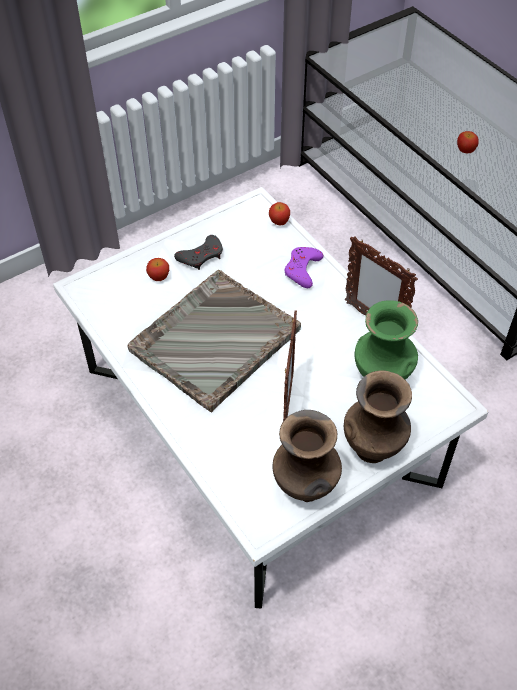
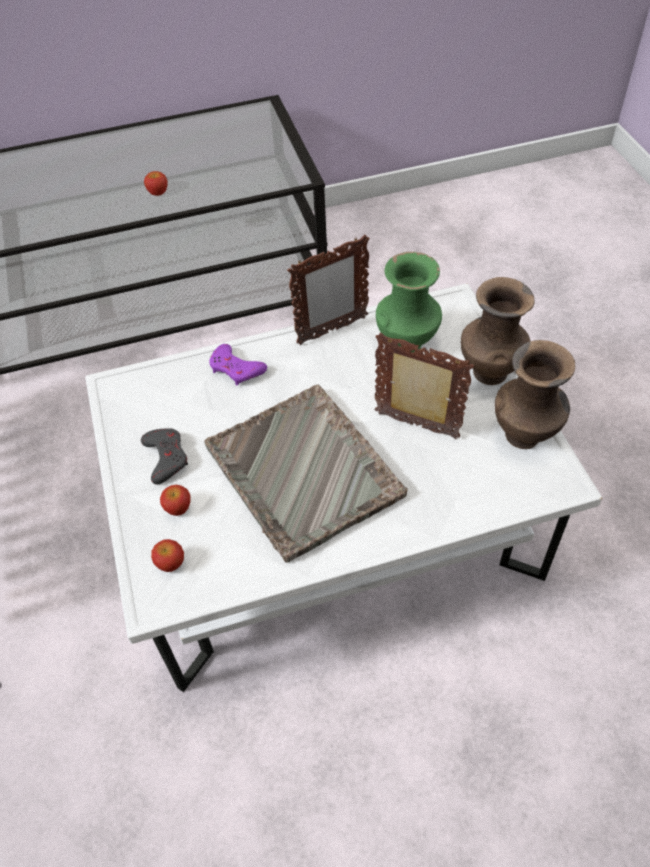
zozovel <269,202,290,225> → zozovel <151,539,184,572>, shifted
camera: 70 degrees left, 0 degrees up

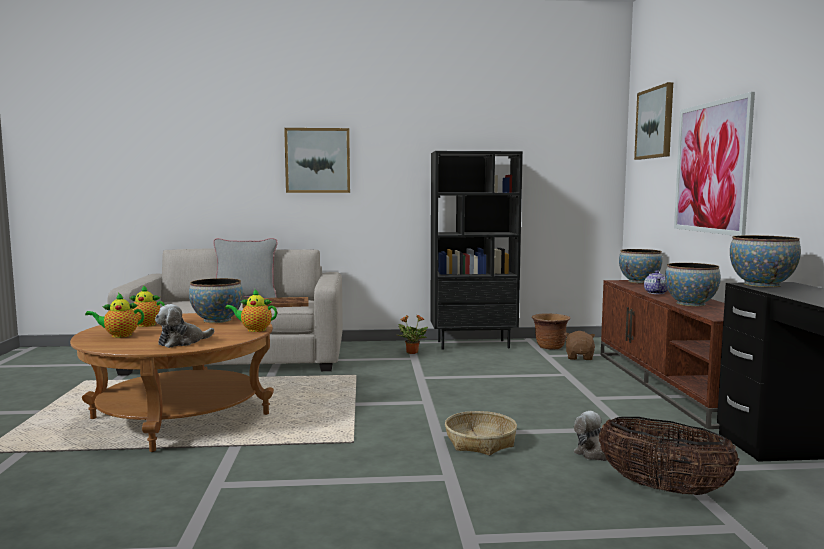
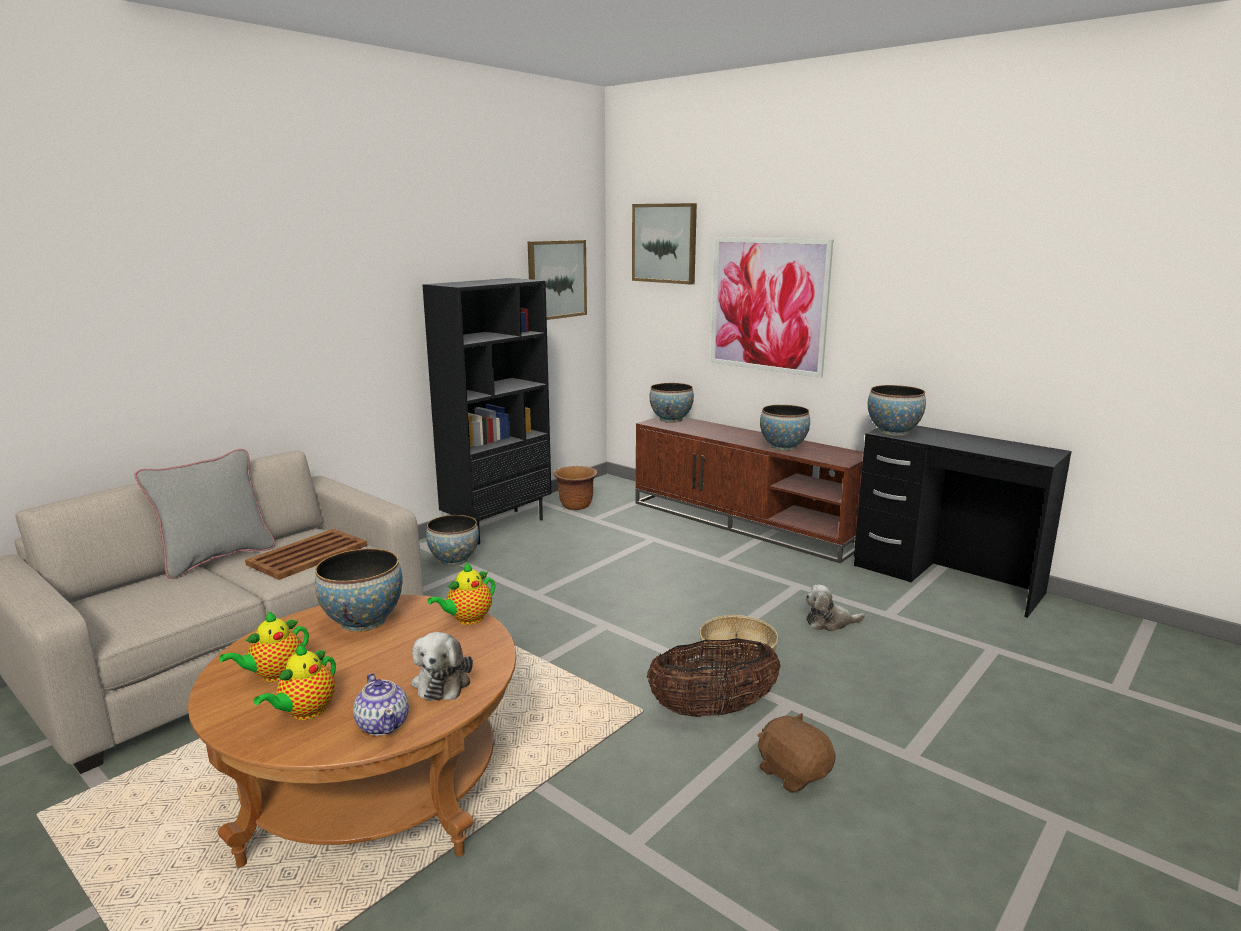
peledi <284,128,350,193> → peledi <528,240,587,320>, shifted
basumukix <397,314,428,354> → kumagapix <426,515,479,566>
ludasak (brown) <565,331,595,360> → ludasak (brown) <758,713,836,793>, shifted
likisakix <599,417,740,495> → likisakix <647,638,781,717>, shifted
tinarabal <644,270,668,294> → tinarabal <353,673,409,736>, shifted
camera: 45 degrees left, 10 degrees up

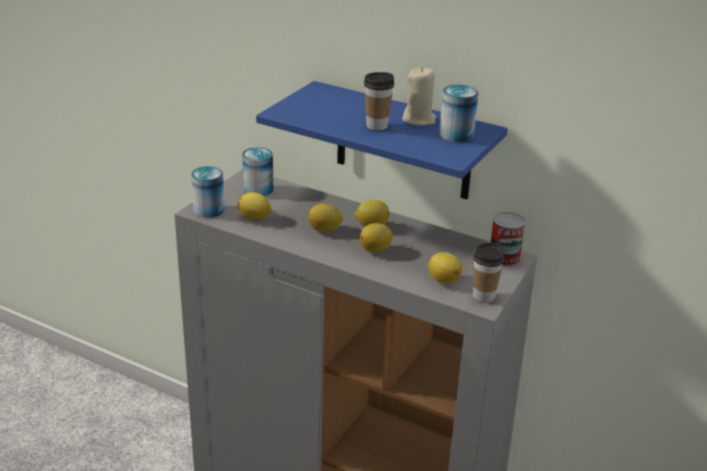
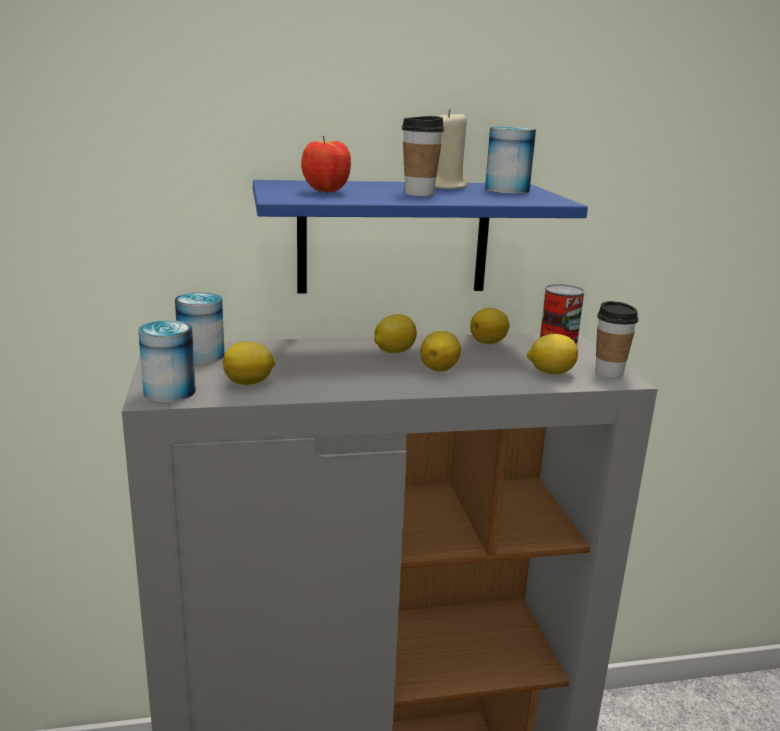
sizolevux <308,204,343,232> → sizolevux <470,308,509,344>, shifted
- → zozovel <301,136,351,193>
camera: 40 degrees left, 10 degrees down

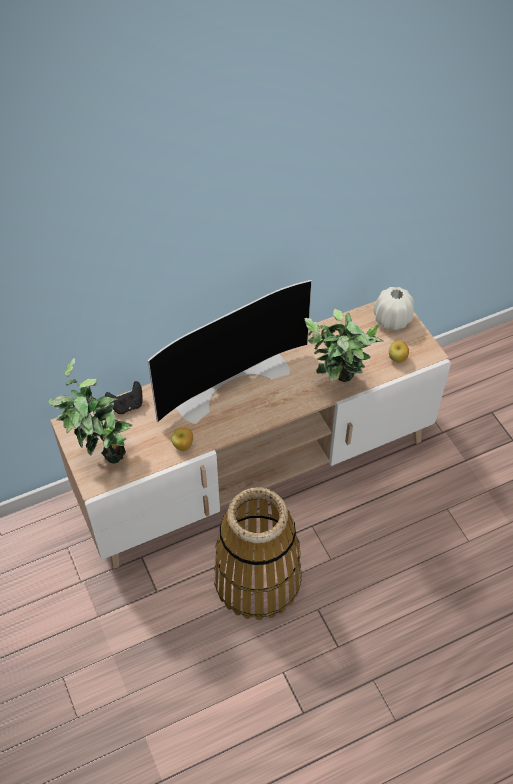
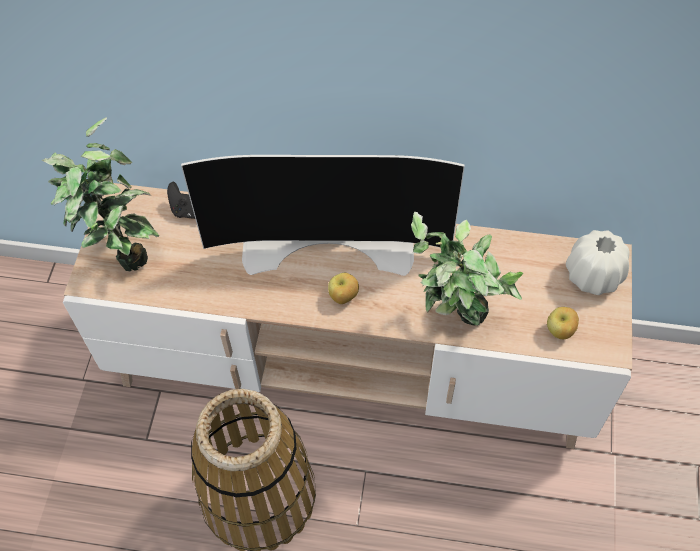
zozovel <171,428,193,451> → zozovel <328,273,359,304>, shifted
camera: 35 degrees right, 5 degrees up

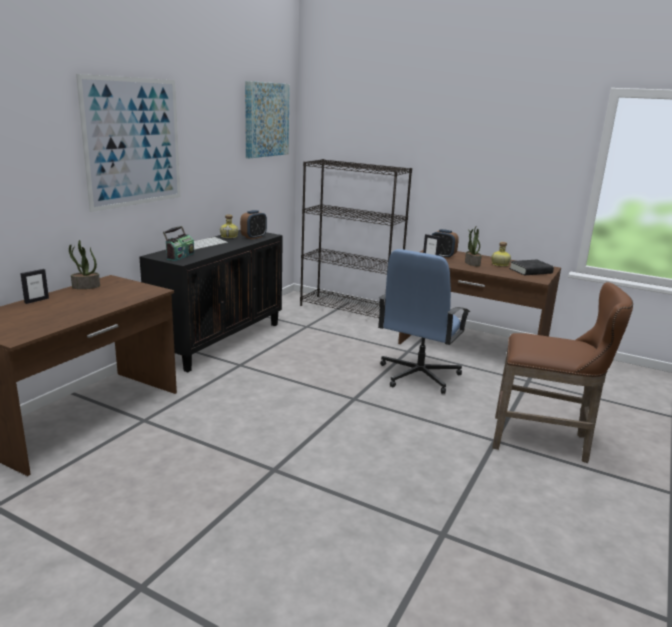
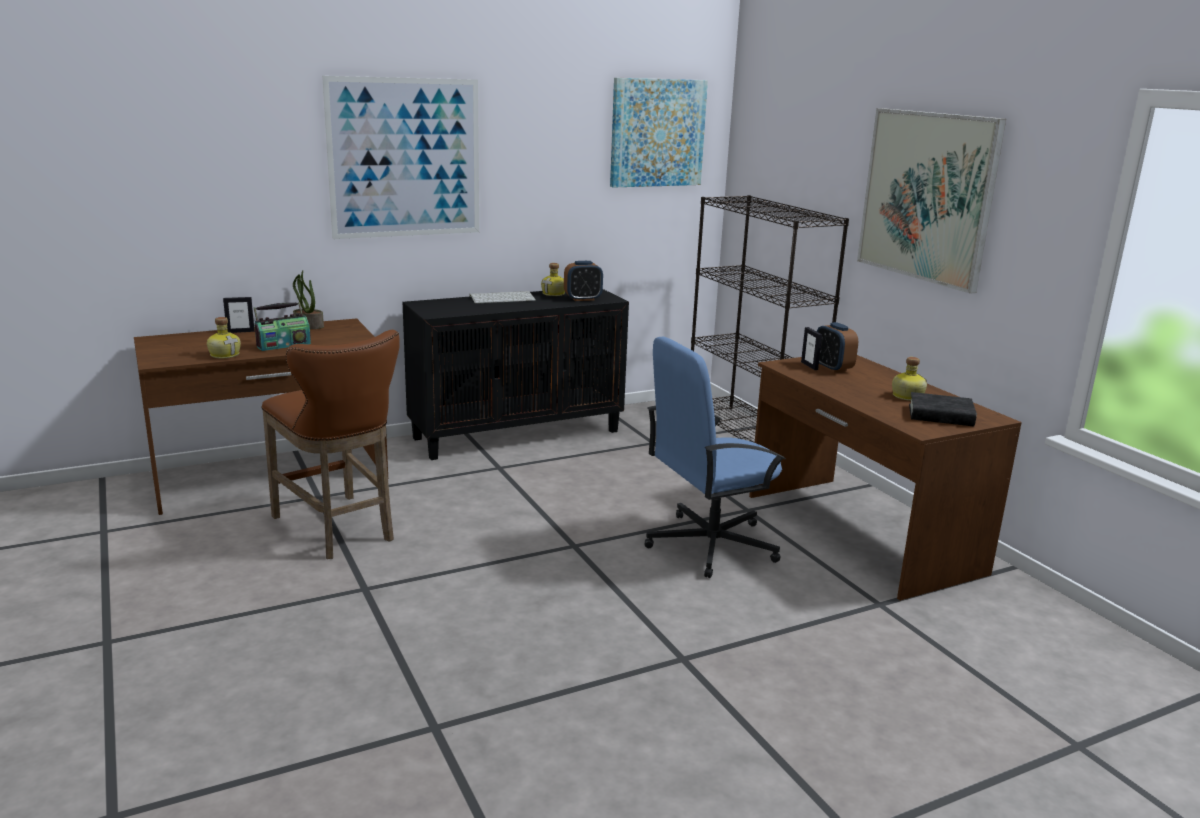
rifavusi <163,226,194,261> → rifavusi <254,302,311,351>, shifted
basumukix <465,227,482,266> → -
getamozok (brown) <492,282,633,463> → getamozok (brown) <261,330,400,559>, shifted
- → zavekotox <207,317,241,358>
- → peledi <857,108,1006,294>
camera: 35 degrees right, 0 degrees up

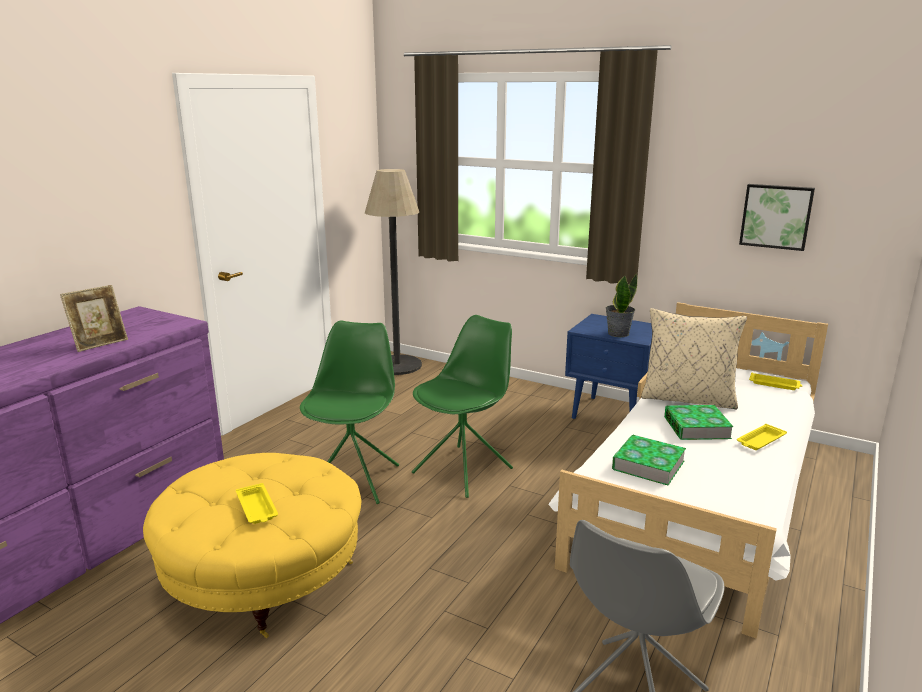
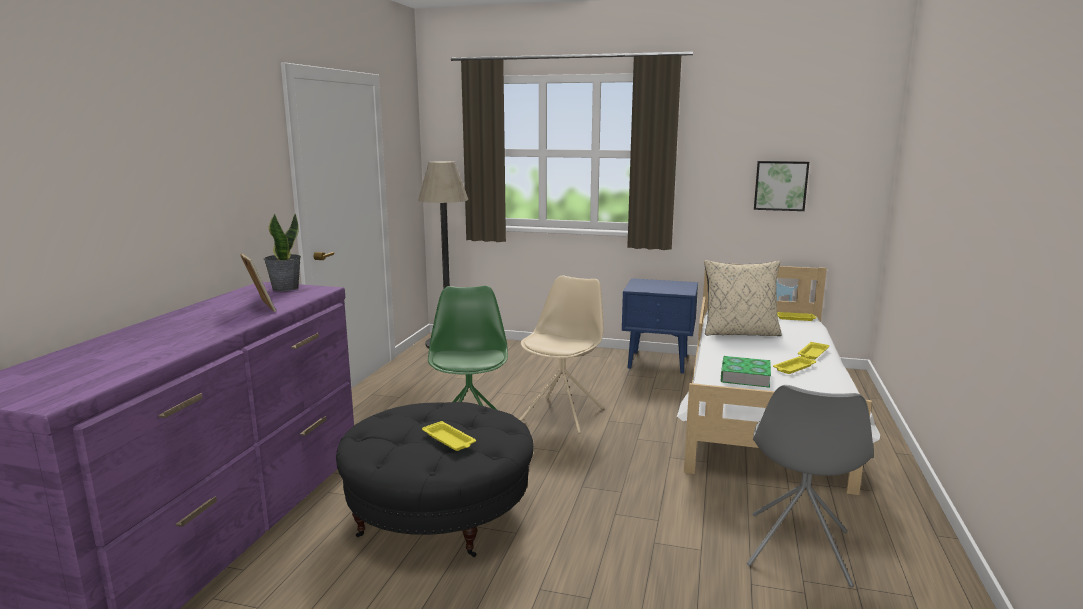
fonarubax <60,285,128,352> → fonarubax <240,253,276,312>, 60 degrees counterclockwise
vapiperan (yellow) <143,453,361,638> → vapiperan (black) <336,402,534,557>
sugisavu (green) <412,315,513,498> → sugisavu (beige) <519,275,604,434>
basumukix <606,274,637,337> → basumukix <263,213,301,291>, shifted
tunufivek <664,405,733,440> → -
- → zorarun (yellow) <773,356,816,374>
camera: 15 degrees left, 5 degrees down

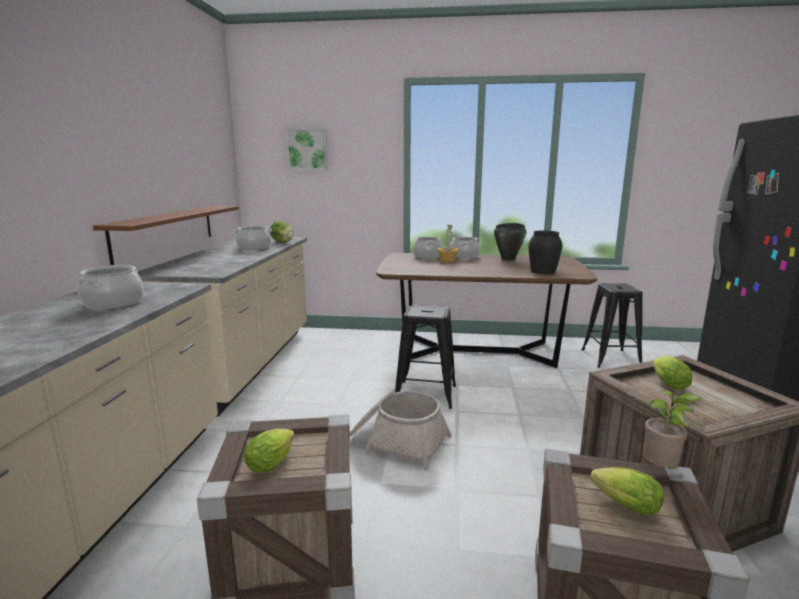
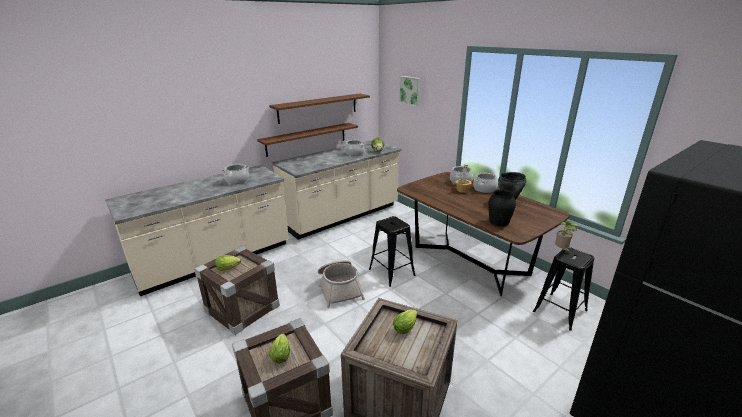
basumukix <643,390,701,469> → basumukix <555,220,578,252>, shifted
- → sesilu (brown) <269,93,370,124>
camera: 45 degrees right, 10 degrees up

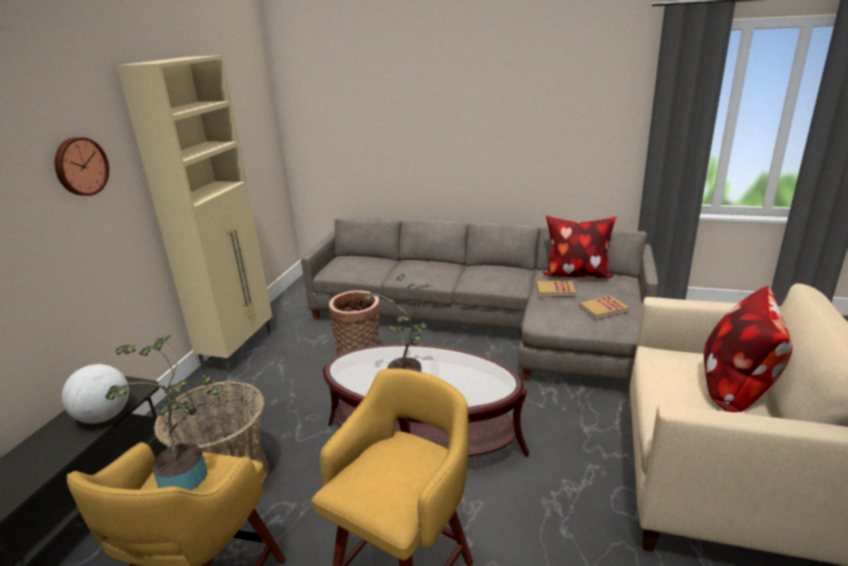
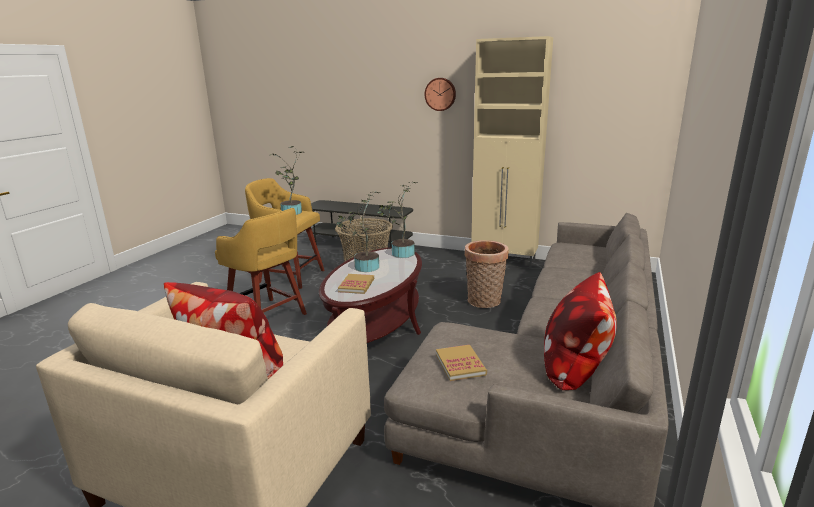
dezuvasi <62,364,129,423> → -
tunufivek <537,281,576,297> → tunufivek <338,274,374,294>, shifted
- → basumukix <377,182,417,258>
camera: 95 degrees right, 5 degrees down

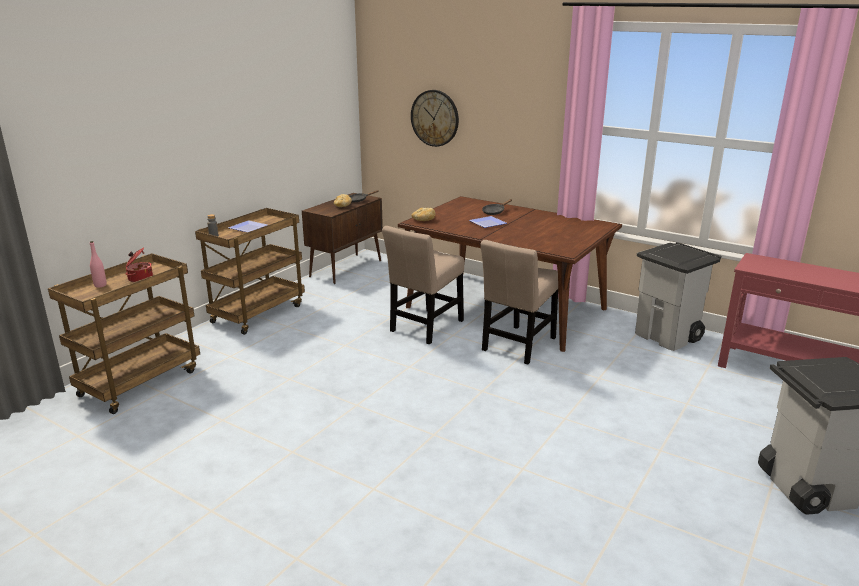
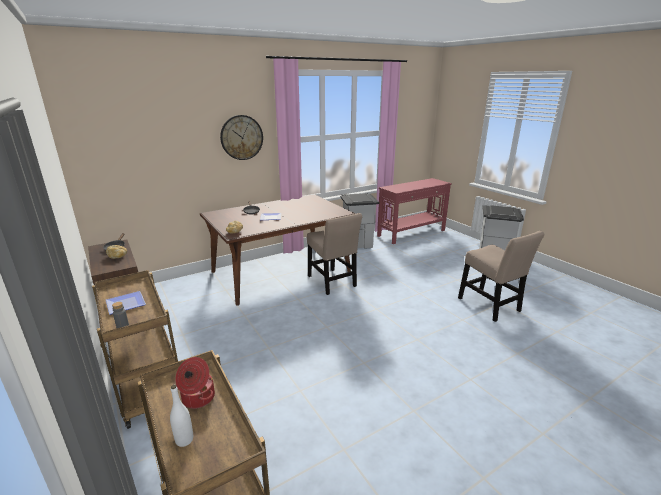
zavekotox (pink) <90,241,107,288> → zavekotox (white) <170,385,193,447>
sugisavu (beige) <382,226,464,344> → sugisavu (beige) <458,231,544,322>, shifted
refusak <411,90,459,147> → refusak <220,115,263,160>, shifted
camera: 65 degrees left, 0 degrees up

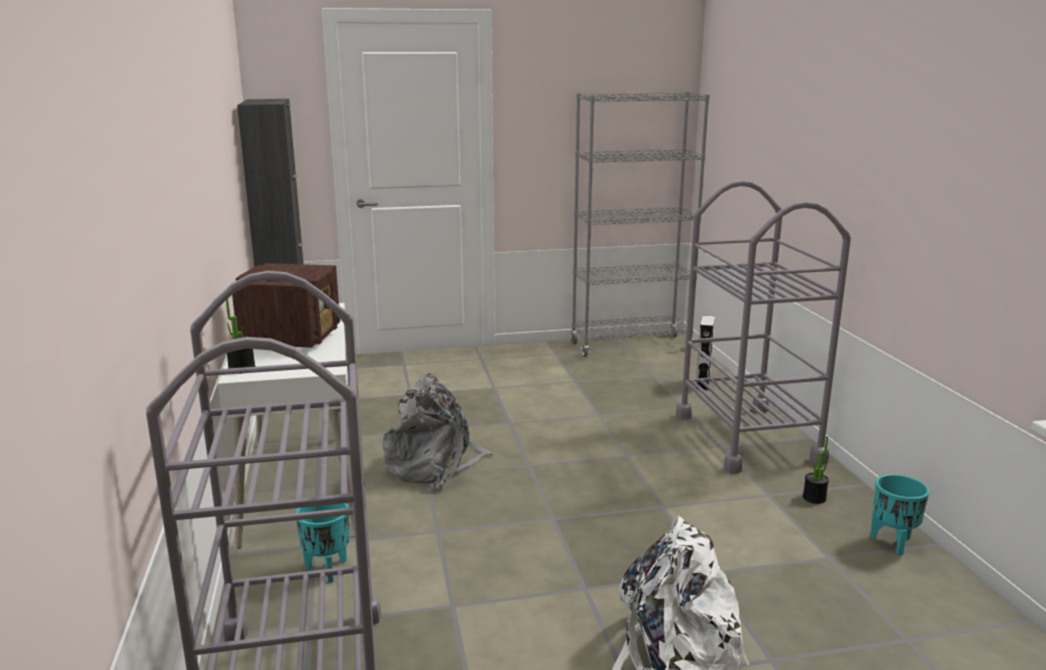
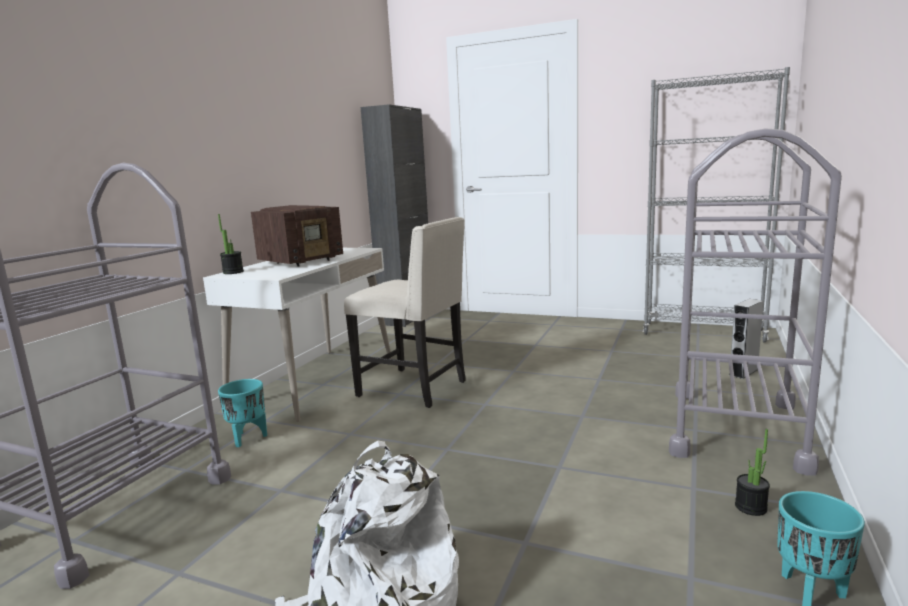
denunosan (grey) <382,373,494,490> → sugisavu (beige) <344,217,466,408>
camera: 35 degrees right, 5 degrees down

